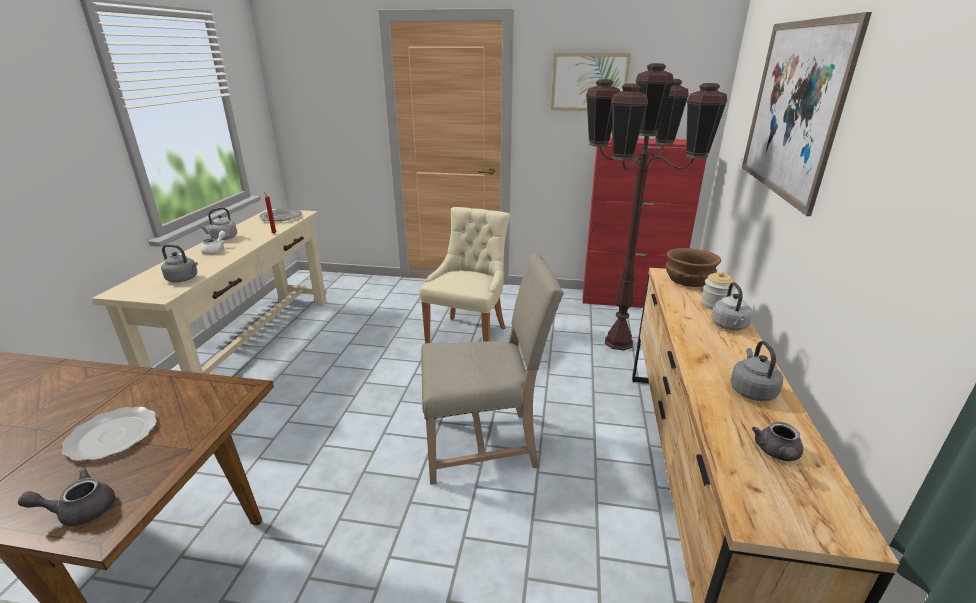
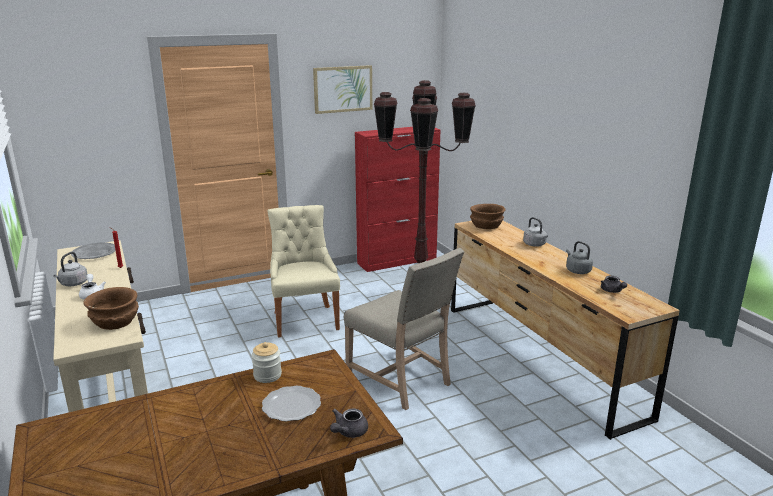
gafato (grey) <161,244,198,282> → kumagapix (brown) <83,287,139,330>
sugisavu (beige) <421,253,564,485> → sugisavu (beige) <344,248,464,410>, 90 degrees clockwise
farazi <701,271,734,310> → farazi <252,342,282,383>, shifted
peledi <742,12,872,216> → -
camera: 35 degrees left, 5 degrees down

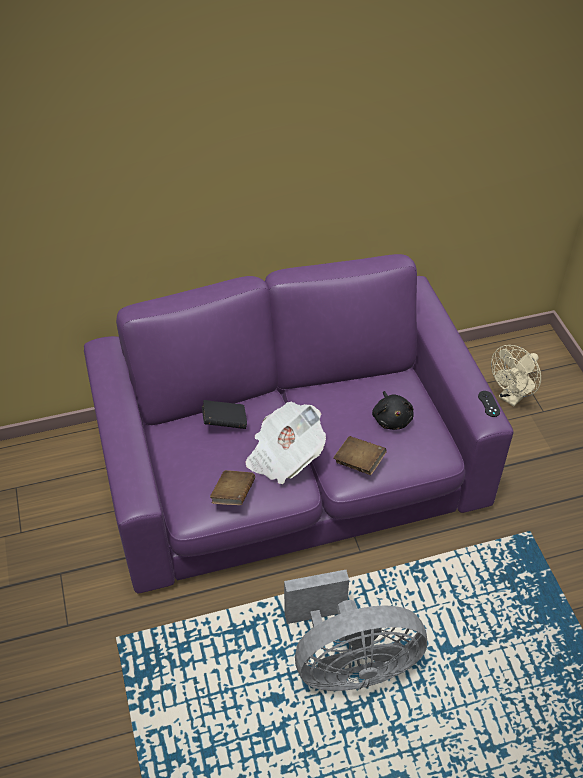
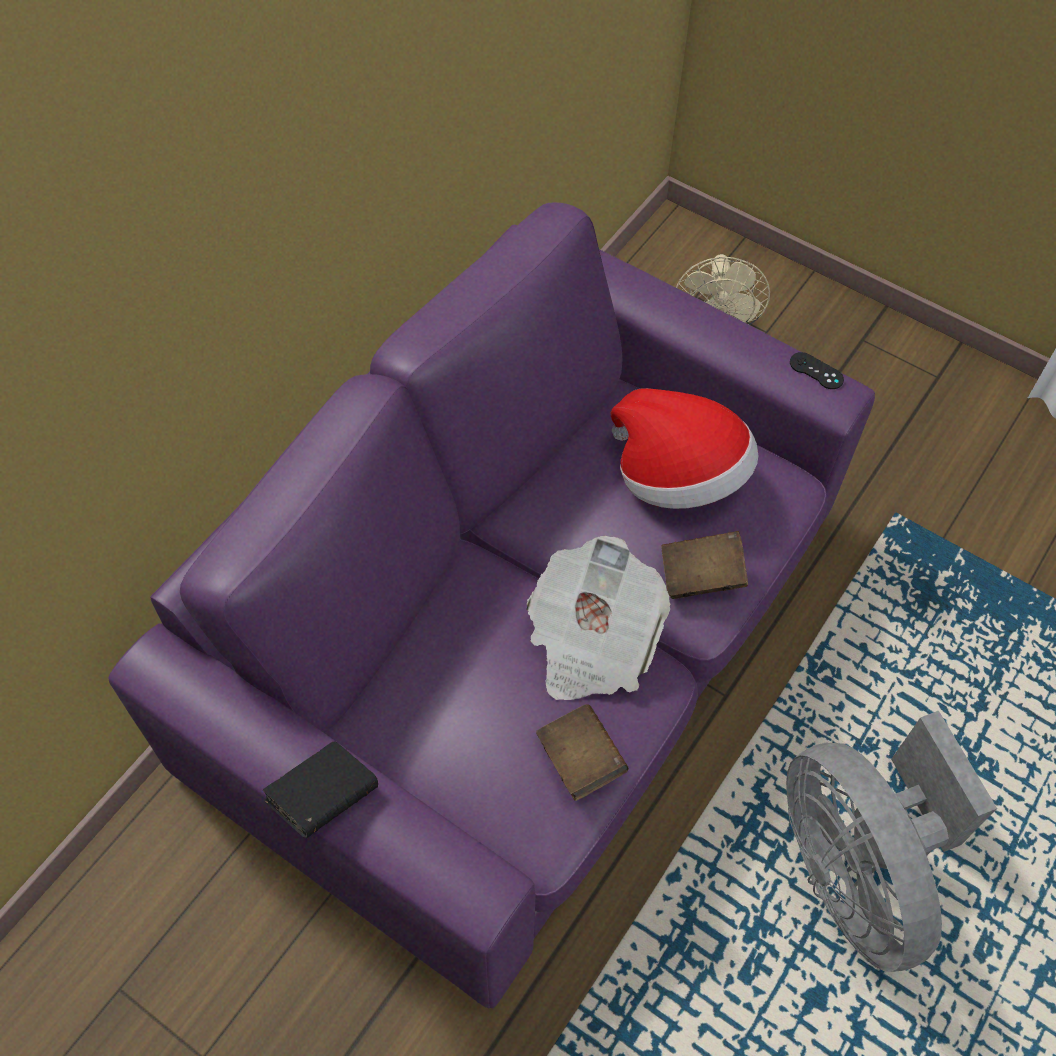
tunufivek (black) <202,400,247,429> → tunufivek (black) <263,741,378,838>, shifted
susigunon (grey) <284,570,427,691> → susigunon (grey) <786,711,997,972>, 120 degrees clockwise
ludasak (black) <372,391,414,430> → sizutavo <611,388,759,509>
camera: 40 degrees left, 10 degrees up

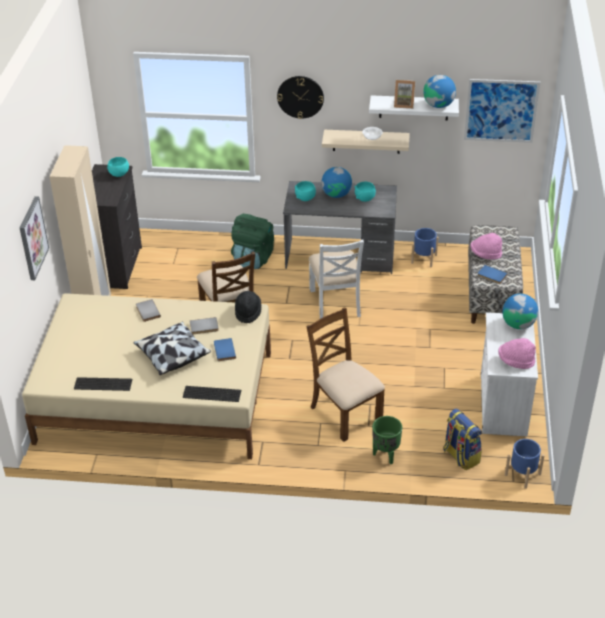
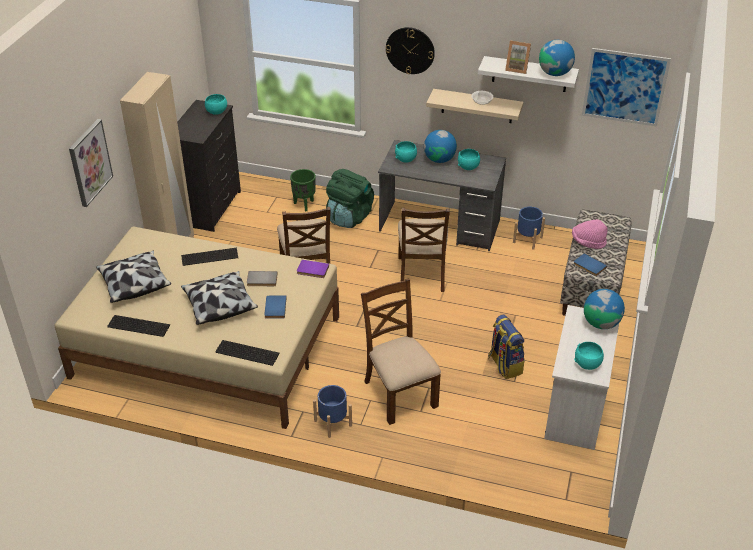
tunufivek (grey) <136,299,161,322> → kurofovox <181,248,238,266>
sizutavo (black) <235,291,261,323> → tunufivek (purple) <297,260,329,278>
sugisavu (white) <309,239,364,319> → sugisavu (brown) <398,208,450,292>
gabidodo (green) <372,416,402,464> → gabidodo (green) <290,169,316,211>, shifted
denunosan <443,409,482,470> → denunosan <488,315,524,379>, shifted
sizutavo (pink) <498,338,536,369> → kumagapix (turquoise) <574,342,604,370>
gabidodo (blue) <505,439,545,489> → gabidodo (blue) <313,385,352,438>, shifted
- → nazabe <96,251,171,303>
camera: 10 degrees right, 0 degrees up

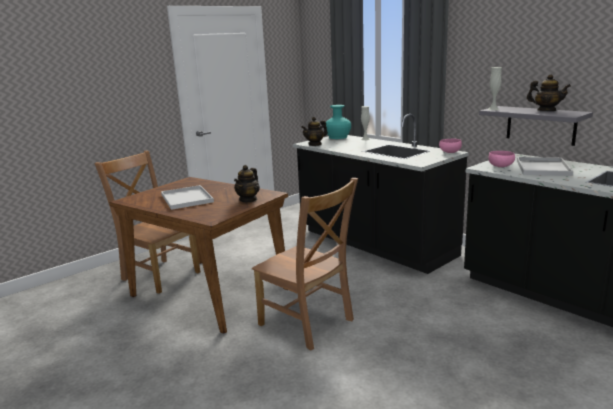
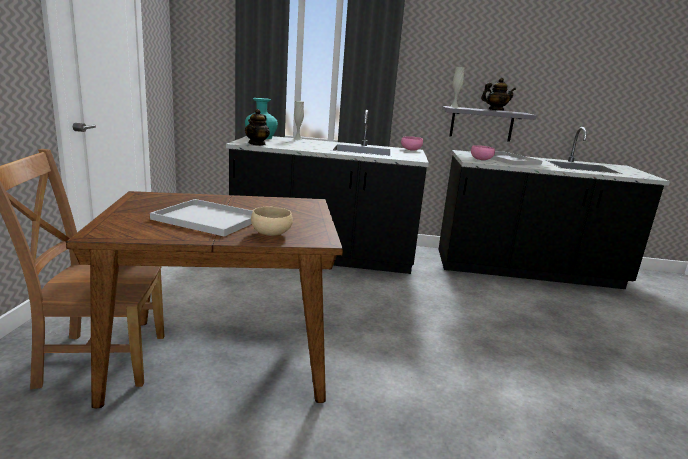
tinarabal <234,165,260,203> → -
sugisavu (brown) <252,178,358,351> → -
- → kumagapix (beige) <251,206,293,236>
camera: 45 degrees left, 0 degrees up

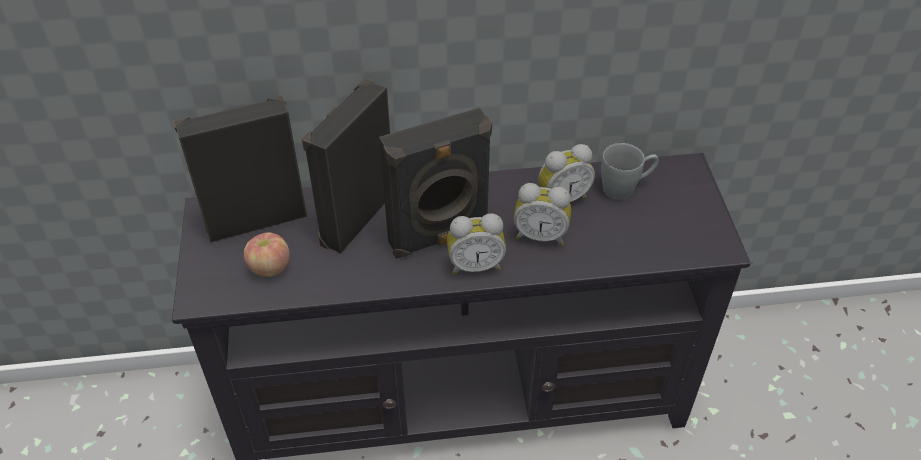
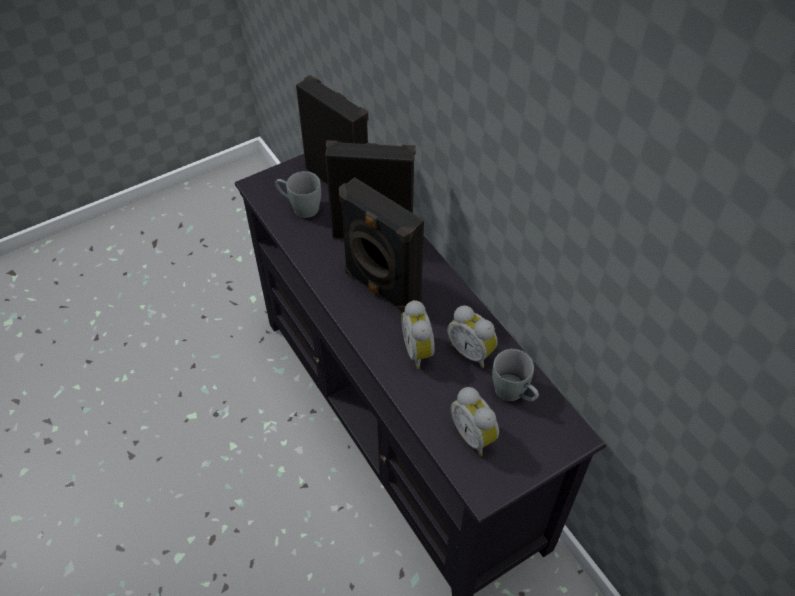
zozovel <244,232,290,277> → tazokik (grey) <275,171,321,218>
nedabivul <447,213,506,275> → nedabivul <451,387,499,456>, shifted
camera: 65 degrees right, 5 degrees up

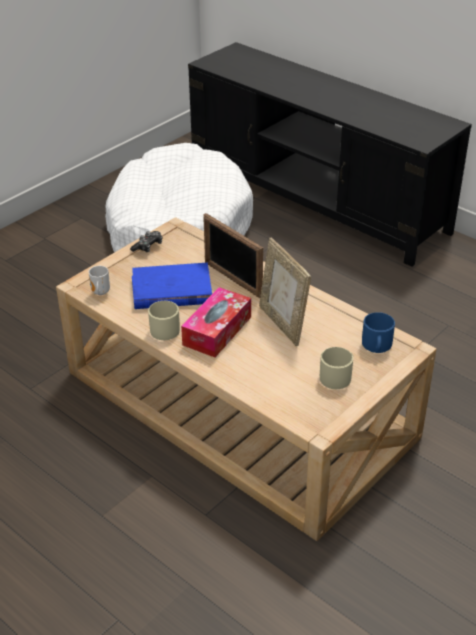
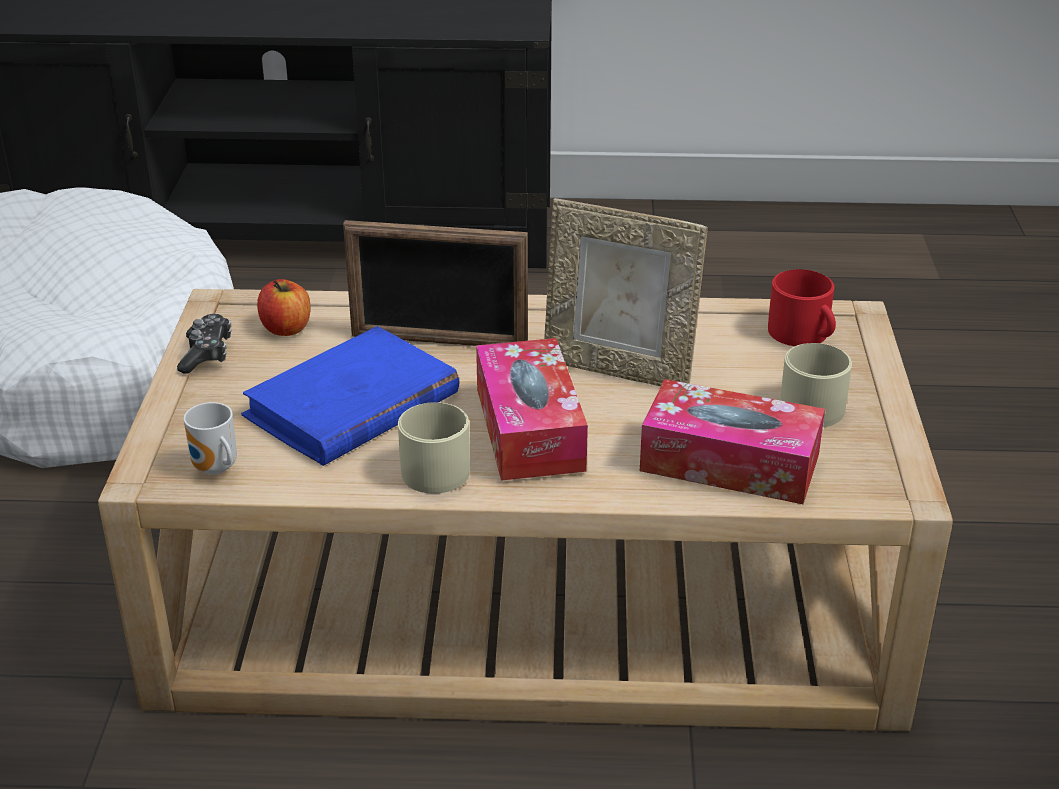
tazokik (blue) <362,312,395,353> → tazokik (red) <768,269,836,346>
- → zozovel <257,279,310,336>
- → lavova <640,379,825,504>
camera: 40 degrees left, 5 degrees down

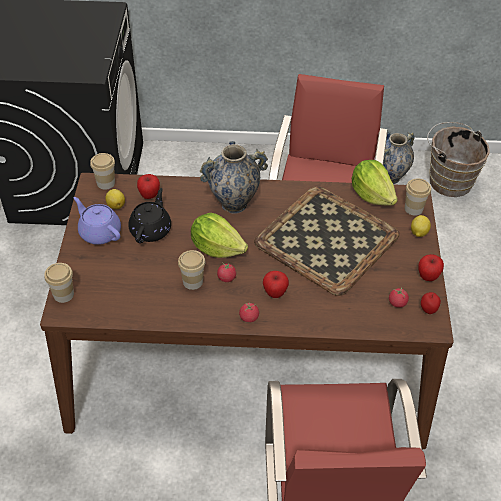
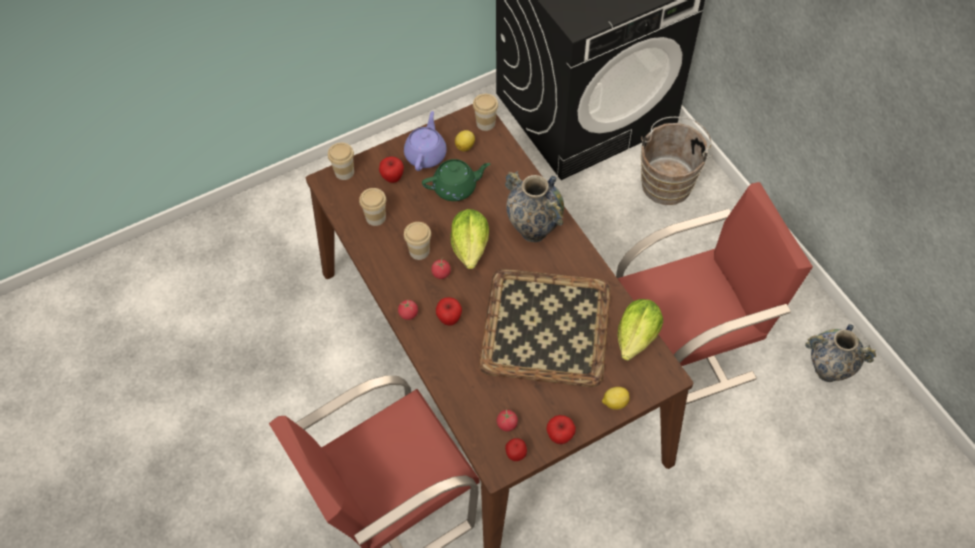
tinarabal (black) <129,188,171,243> → tinarabal (green) <422,159,490,201>
zozovel <137,174,160,199> → zozovel <379,156,404,183>, shifted
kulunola <405,178,431,216> → kulunola <359,188,386,226>, shifted
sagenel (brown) <427,122,490,197> → sagenel (brown) <641,117,713,205>, shifted
camera: 60 degrees right, 10 degrees up

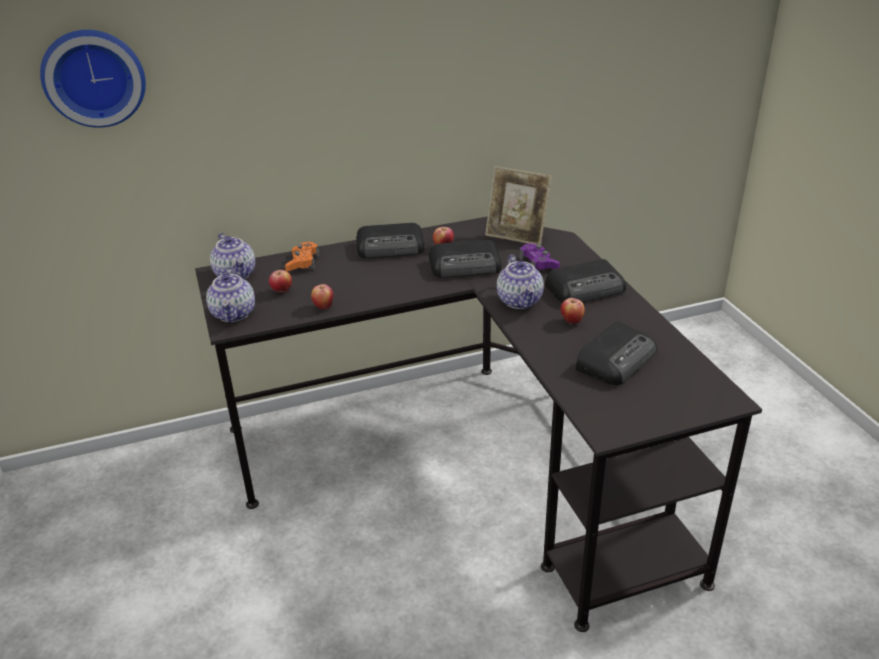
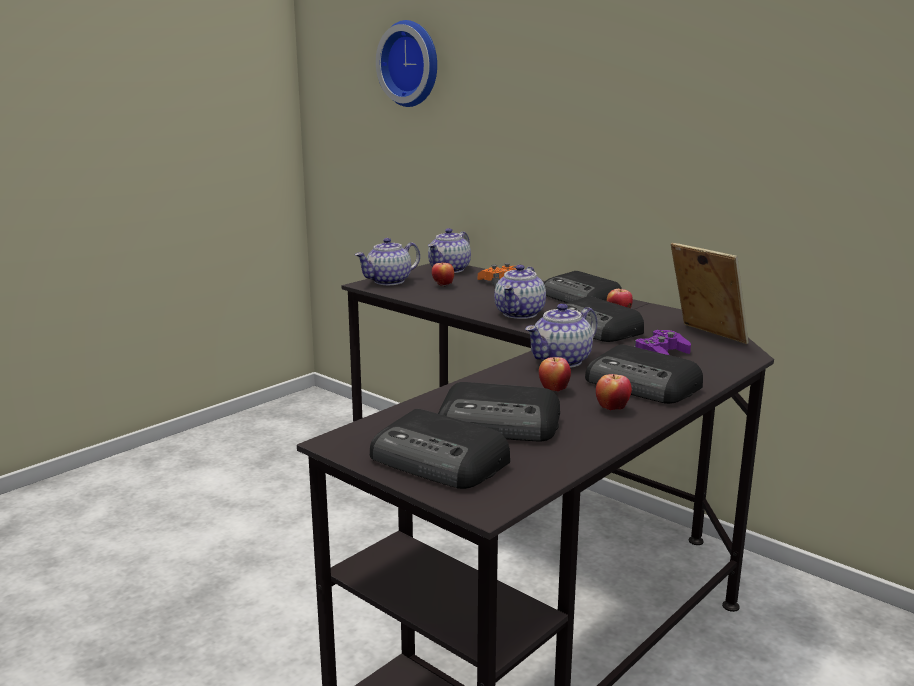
zozovel <311,284,334,310> → zozovel <596,374,632,411>, shifted
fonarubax <485,166,552,245> → fonarubax <671,242,749,344>, 150 degrees clockwise
- → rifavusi <370,409,510,489>
- → tinarabal <494,265,546,319>
camera: 60 degrees right, 15 degrees down

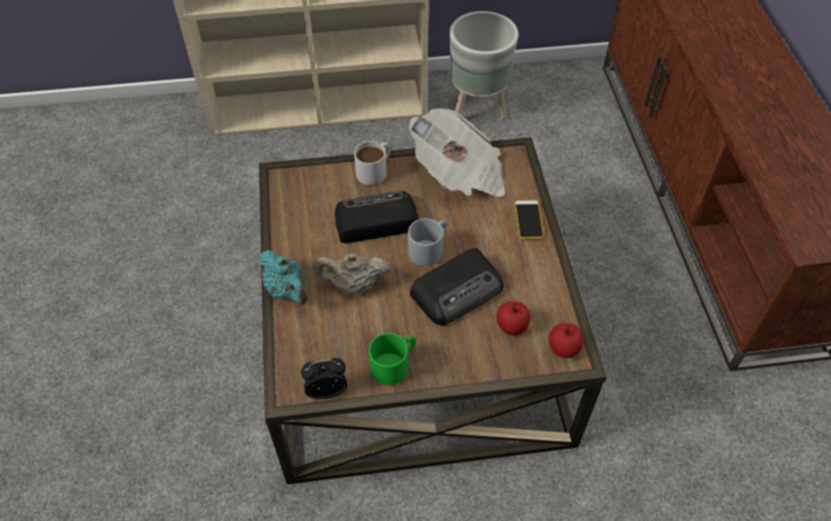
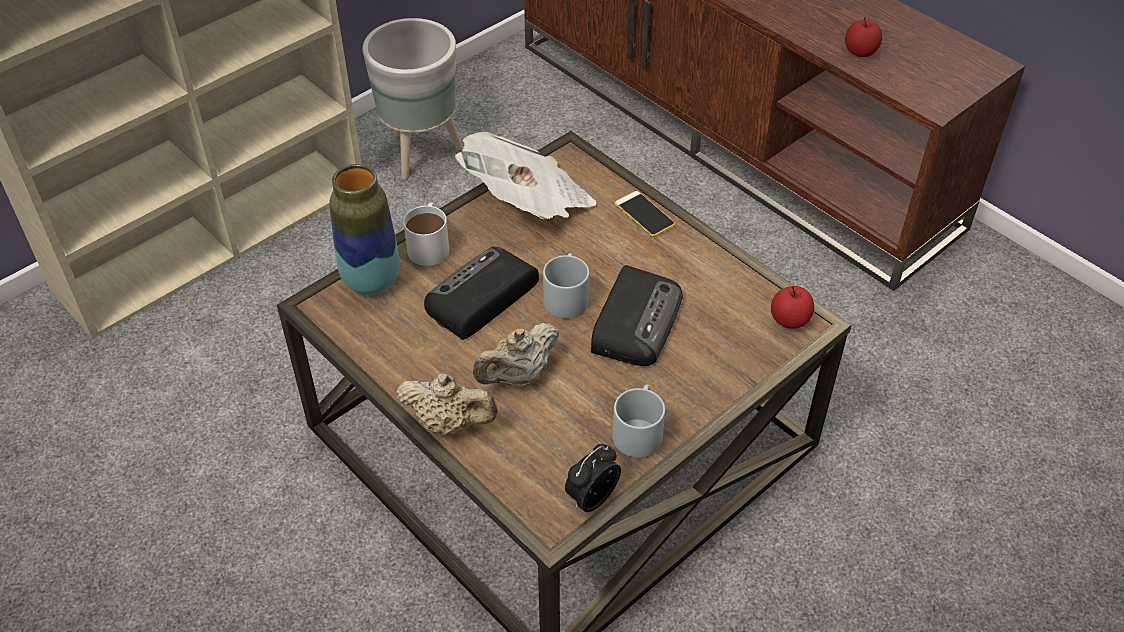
tinarabal (turquoise) <259,250,308,305> → tinarabal (beige) <397,373,498,436>
tazokik (green) <369,333,416,385> → tazokik (grey) <612,384,665,458>
zozovel <496,301,531,335> → zozovel <845,18,882,57>, shifted
- → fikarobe <329,164,399,295>
camera: 35 degrees left, 5 degrees down

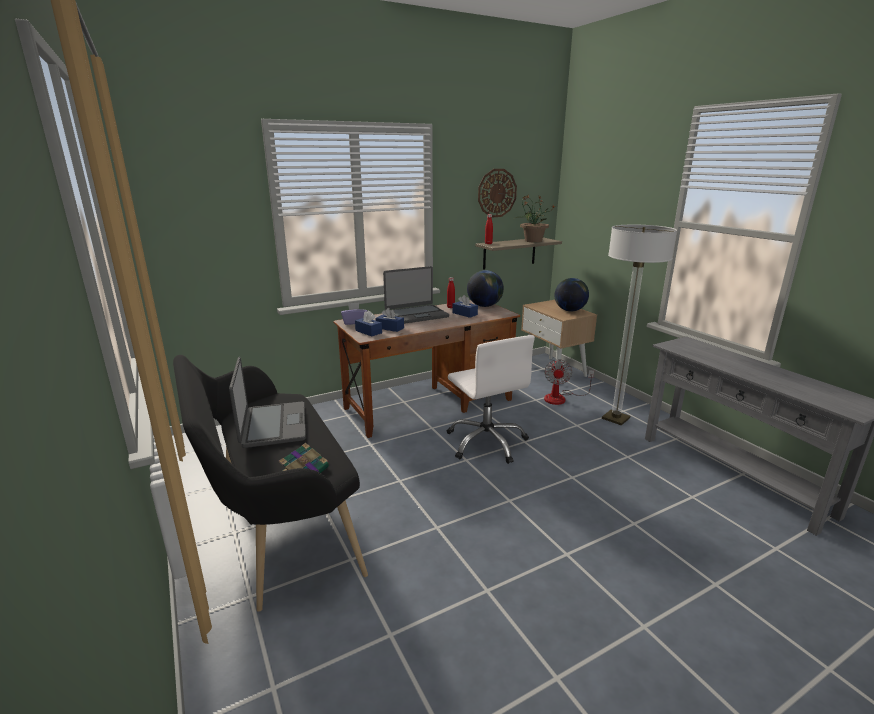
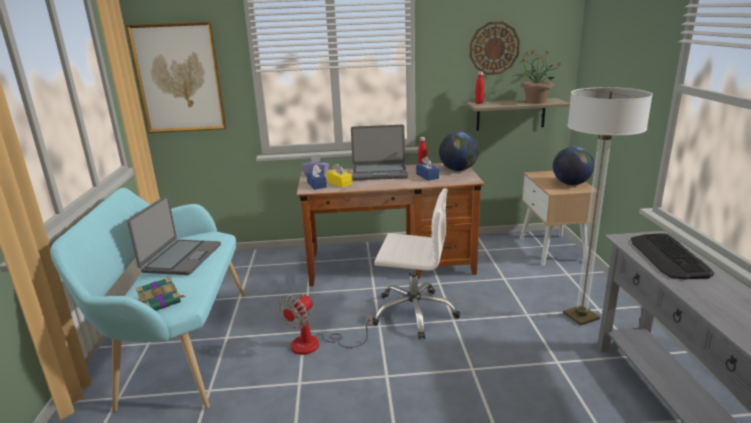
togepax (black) <173,355,368,612> → togepax (turquoise) <50,188,245,412>
lavova (blue) <376,308,404,332> → lavova (yellow) <327,163,352,188>
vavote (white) <447,335,535,464> → vavote (white) <373,188,460,340>, 75 degrees counterclockwise
susigunon <544,359,594,405> → susigunon <278,294,373,355>, shifted
- → peledi <126,21,226,133>
- → kurofovox <631,233,714,279>
camera: 25 degrees right, 0 degrees up

